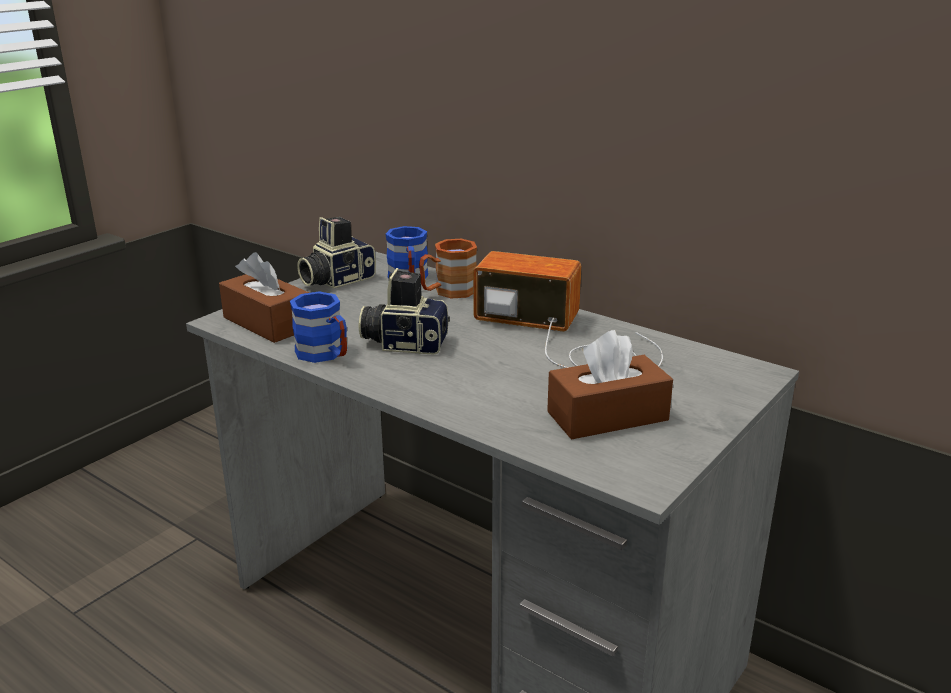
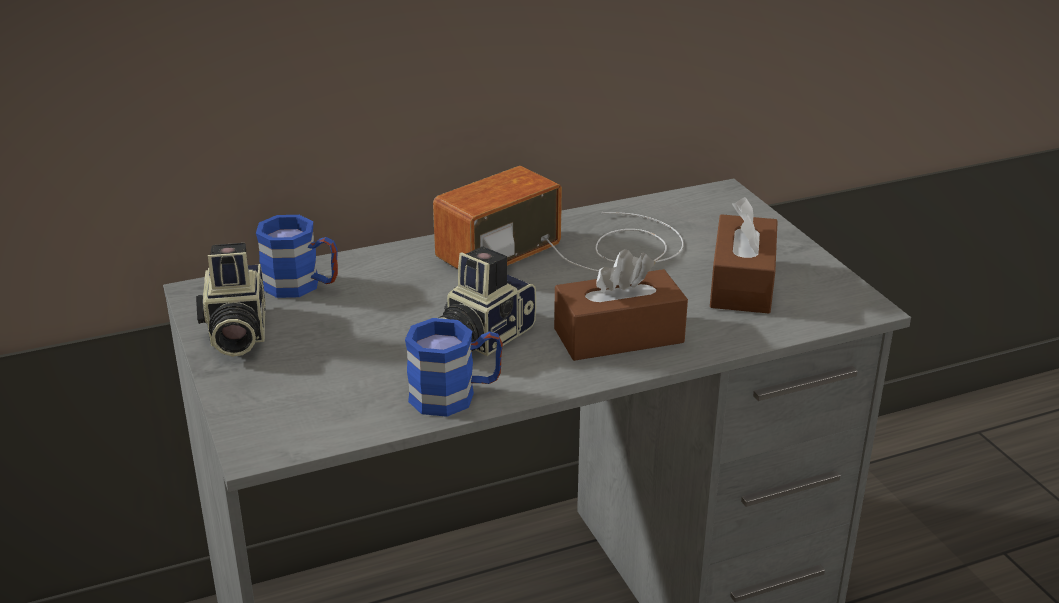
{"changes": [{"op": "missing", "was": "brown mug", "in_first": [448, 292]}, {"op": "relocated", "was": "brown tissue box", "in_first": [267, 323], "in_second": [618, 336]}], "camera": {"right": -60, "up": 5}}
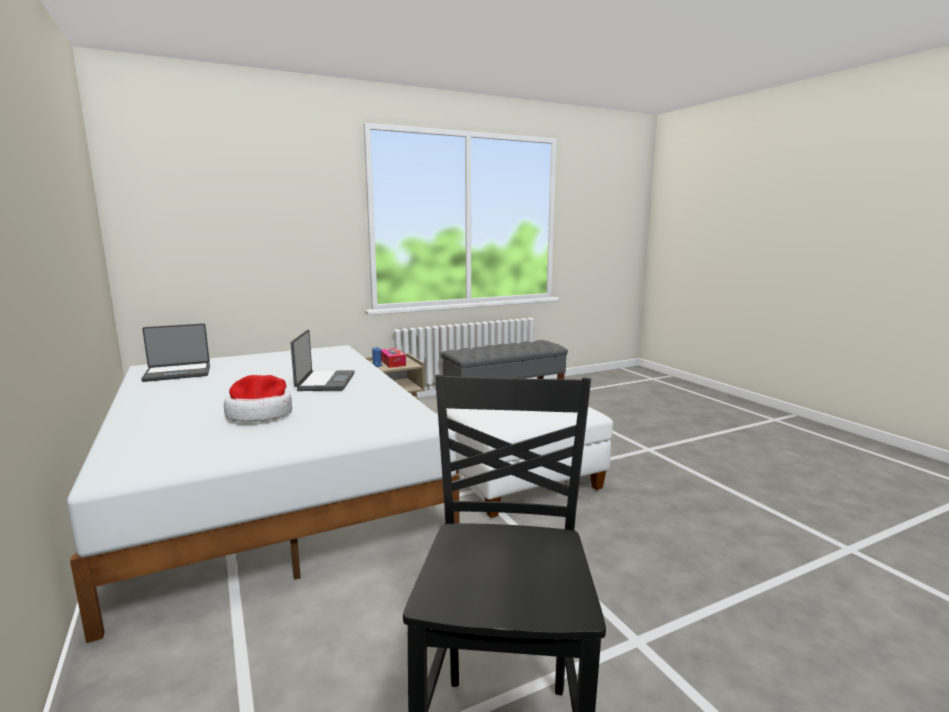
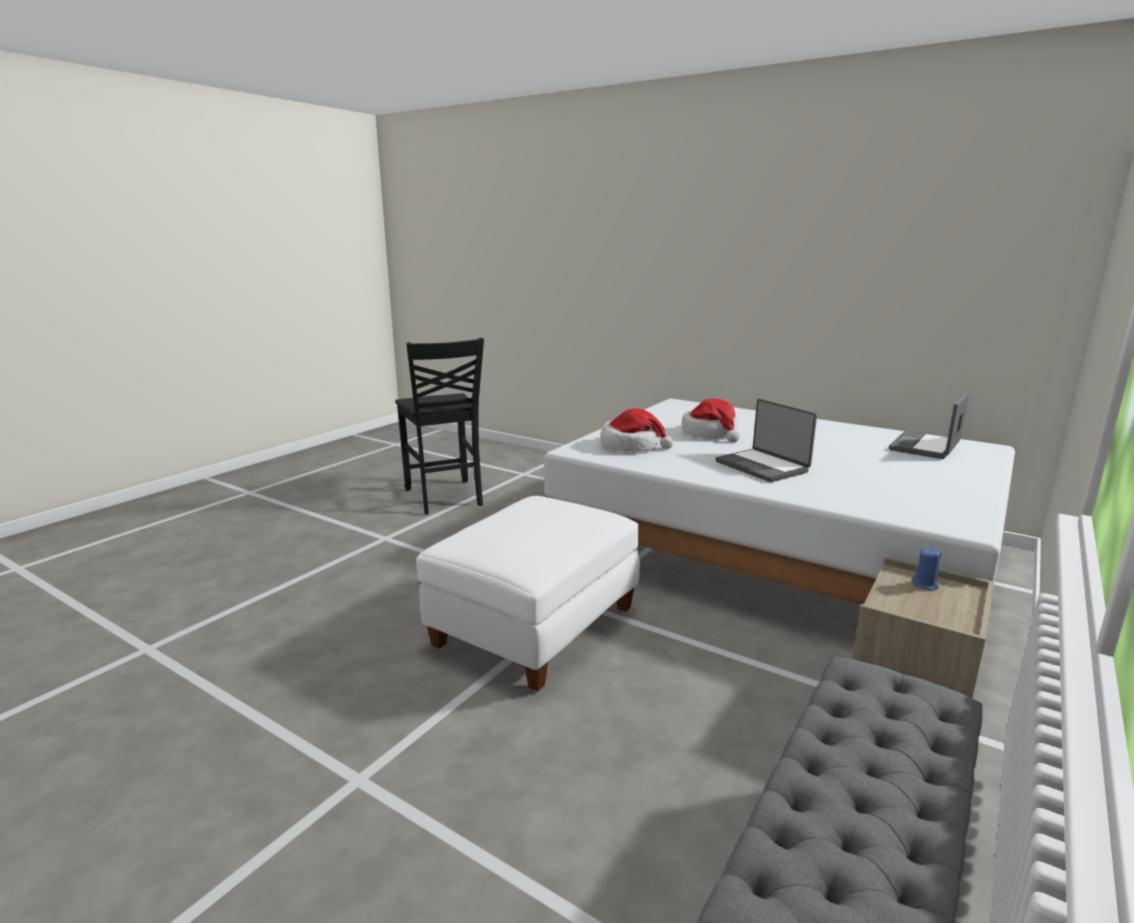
{"changes": [{"op": "missing", "was": "tissue box", "in_first": [392, 363]}, {"op": "appeared", "now": "hat", "in_second": [631, 445]}], "camera": {"right": 150, "up": 5}}
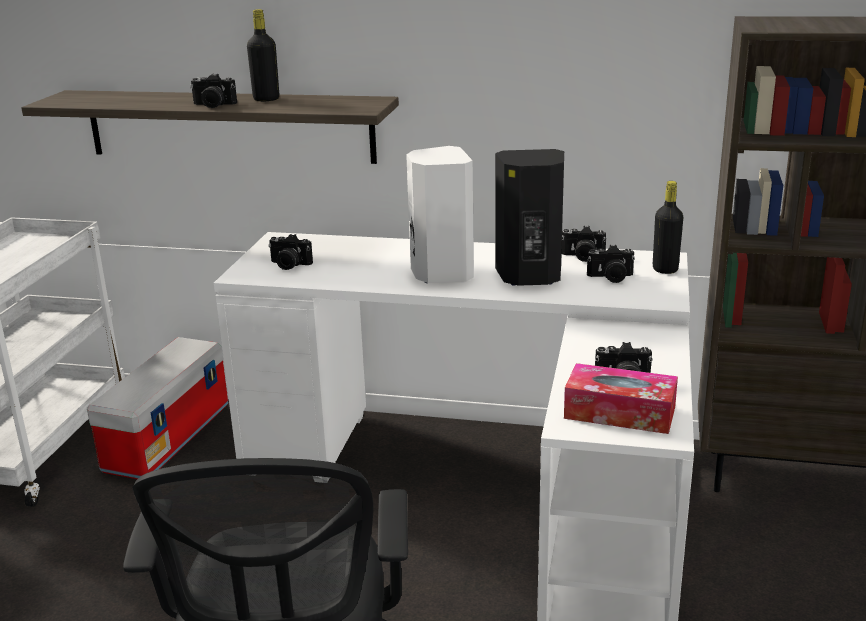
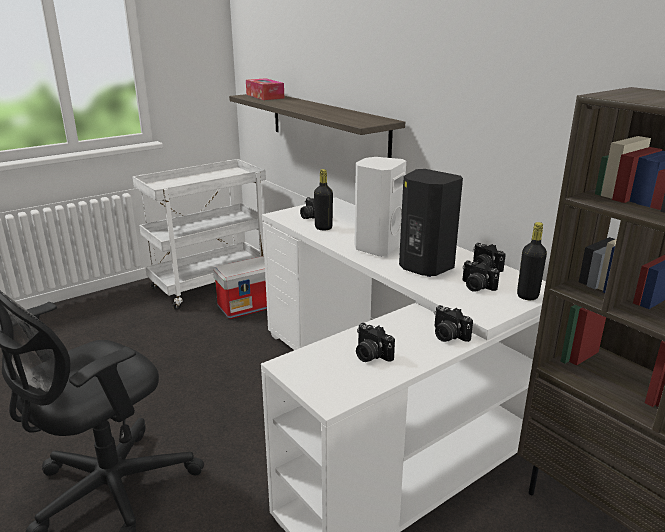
{"changes": [{"op": "relocated", "was": "black bottle", "in_first": [266, 99], "in_second": [323, 228]}, {"op": "relocated", "was": "photo camera", "in_first": [213, 105], "in_second": [448, 336]}, {"op": "relocated", "was": "tissue box", "in_first": [619, 412], "in_second": [265, 96]}], "camera": {"right": 40, "up": 0}}
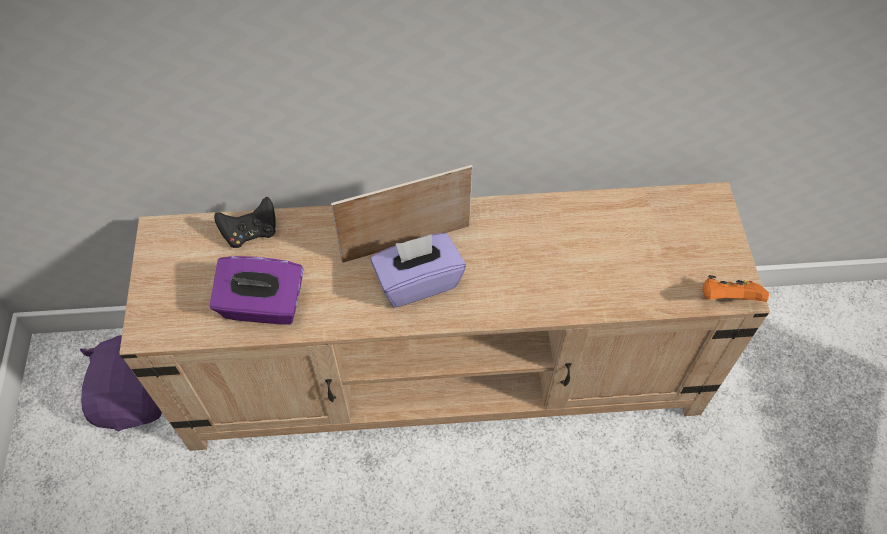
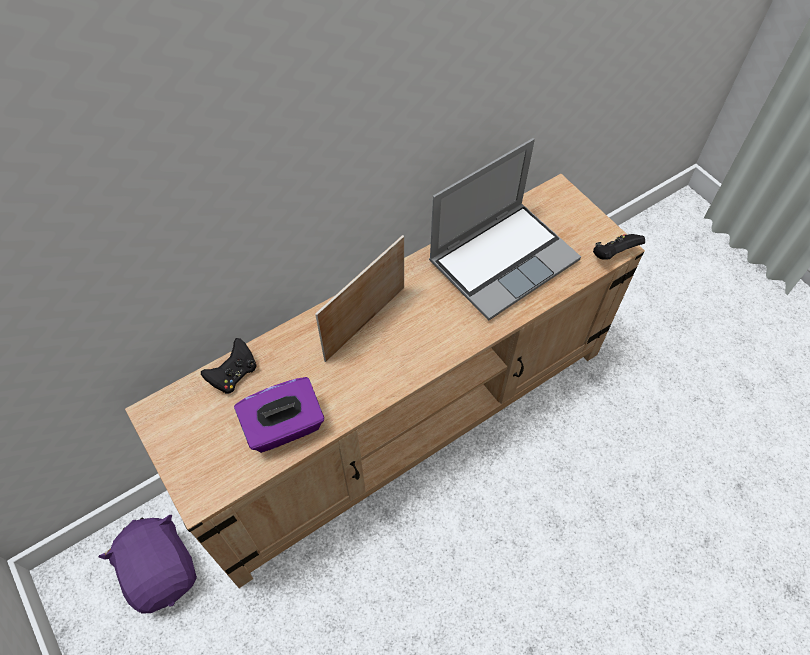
{"changes": [{"op": "missing", "was": "purple tissue box", "in_first": [418, 281]}, {"op": "colour", "was": "orange game controller", "now": "black game controller", "in_first": [727, 299], "in_second": [613, 255]}, {"op": "appeared", "now": "laptop", "in_second": [503, 259]}], "camera": {"right": -30, "up": 0}}
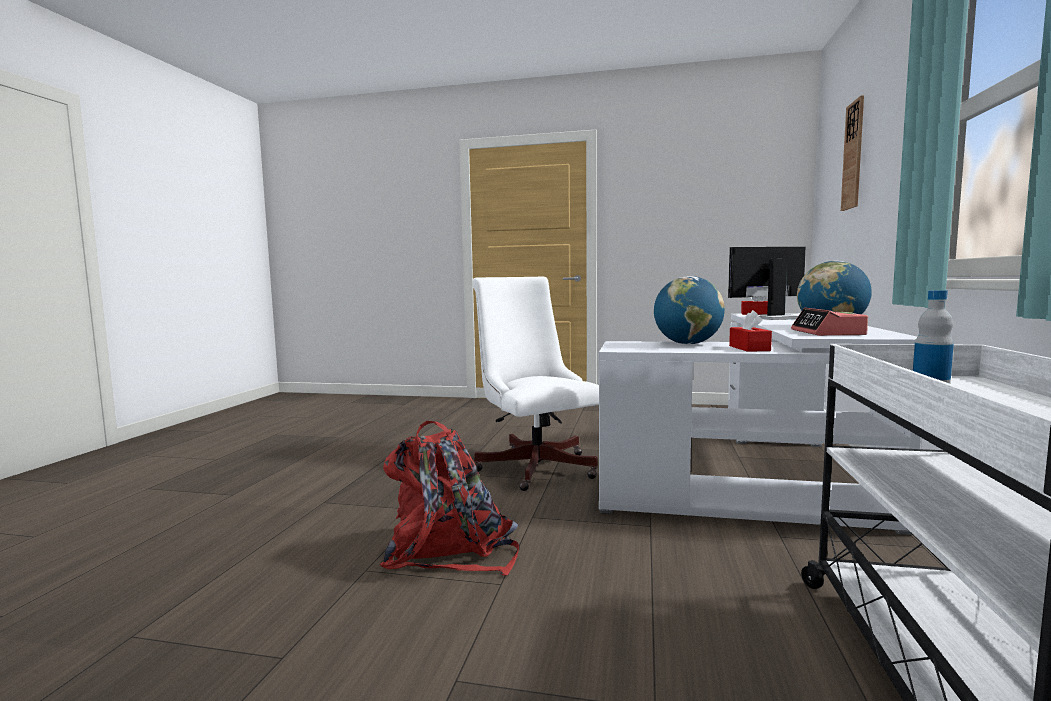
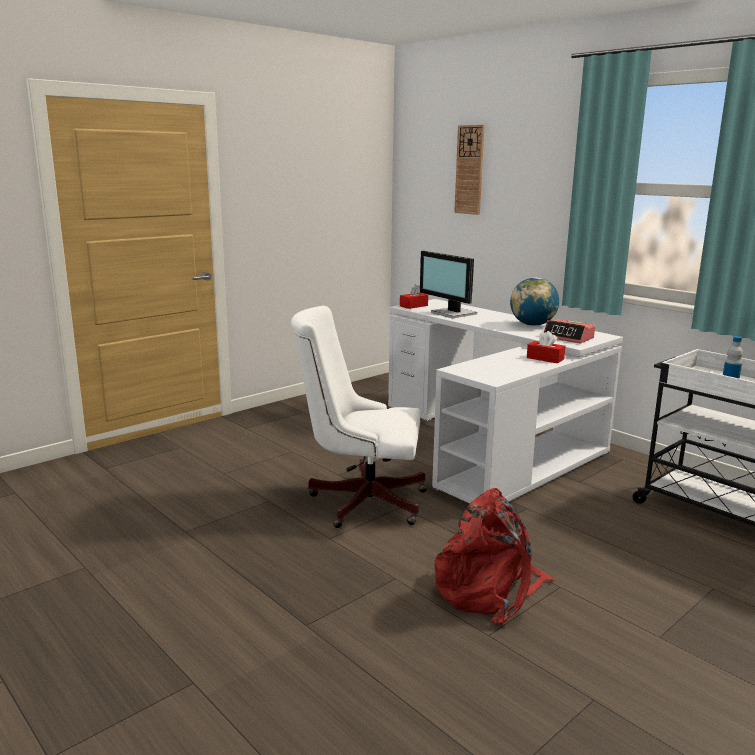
{"changes": [{"op": "spun", "was": "monitor", "in_first": [773, 318], "in_second": [452, 313], "clockwise": -60}, {"op": "missing", "was": "globe", "in_first": [687, 344]}], "camera": {"right": -55, "up": 10}}
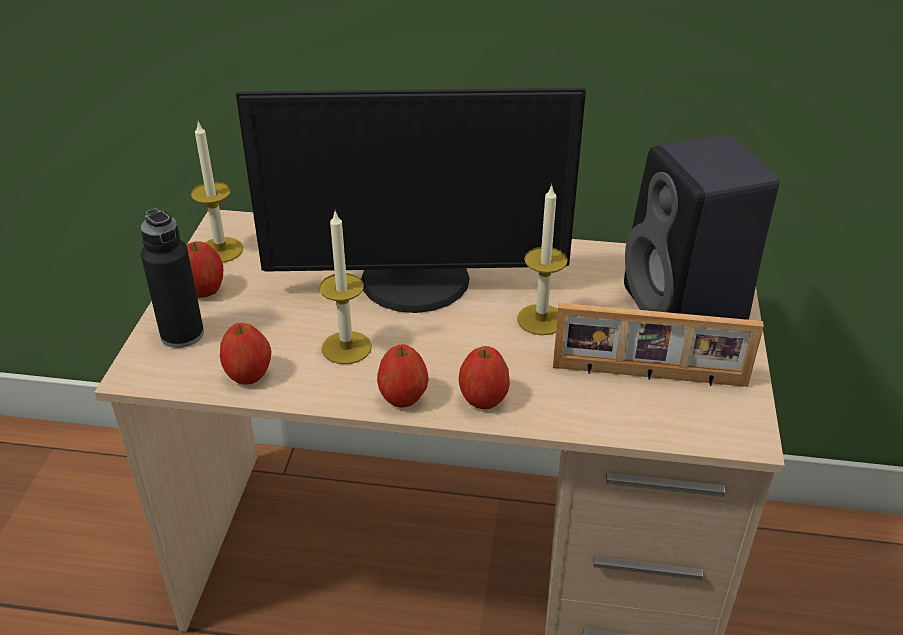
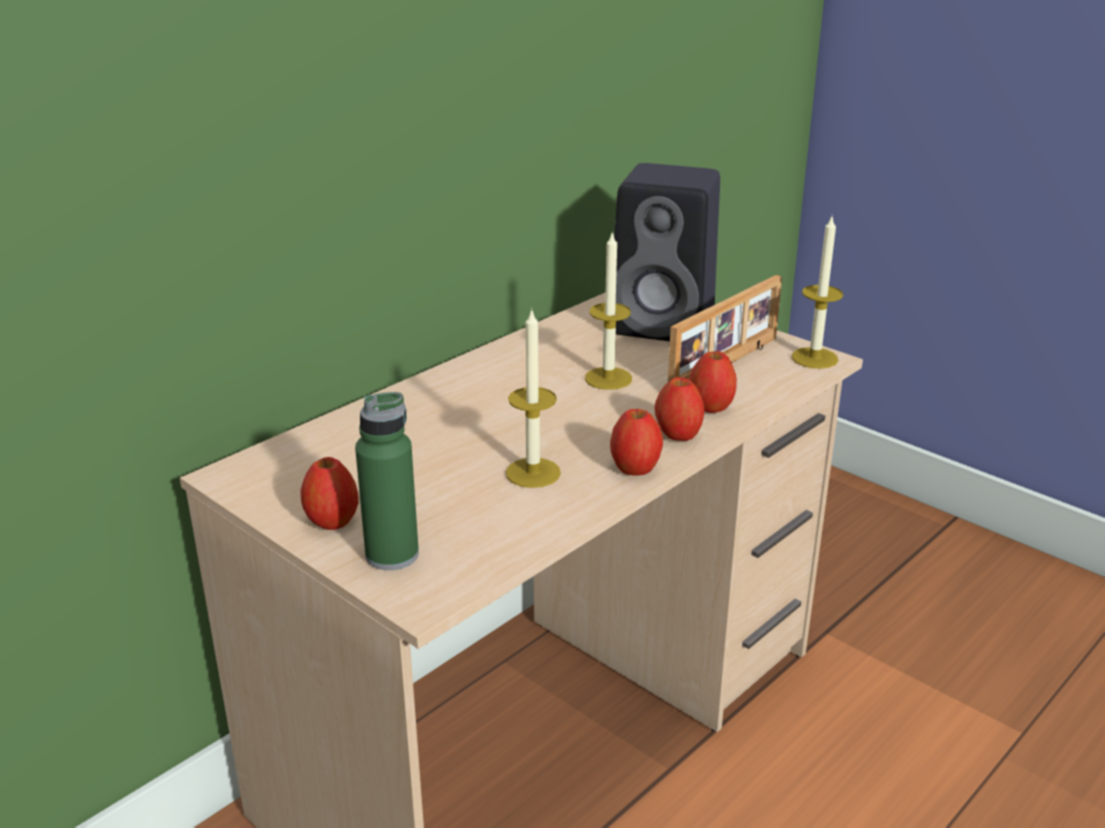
{"changes": [{"op": "missing", "was": "monitor", "in_first": [415, 283]}, {"op": "relocated", "was": "candle", "in_first": [221, 250], "in_second": [814, 358]}, {"op": "colour", "was": "black bottle", "now": "green bottle", "in_first": [182, 334], "in_second": [392, 555]}, {"op": "relocated", "was": "apple", "in_first": [248, 375], "in_second": [711, 406]}], "camera": {"right": -55, "up": -10}}
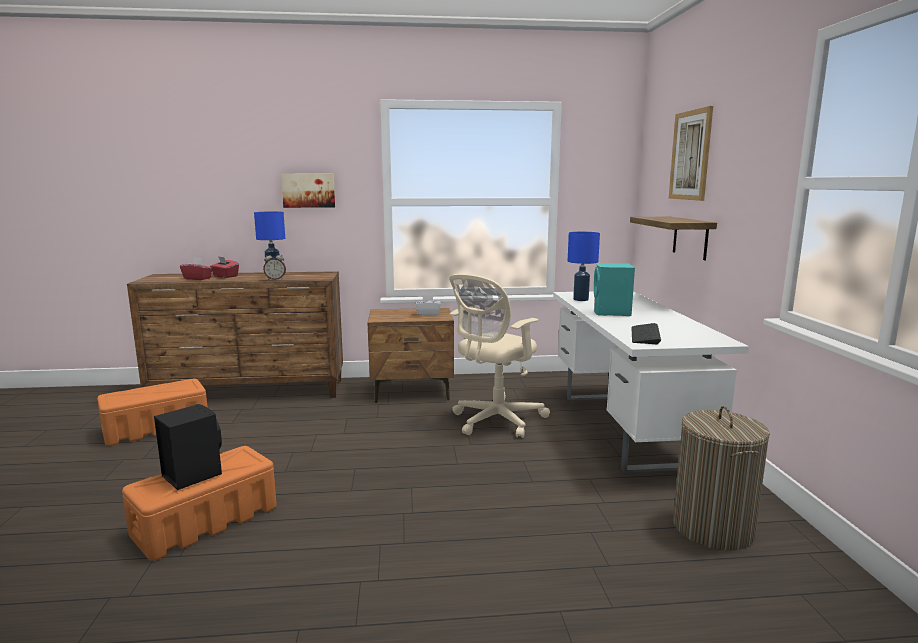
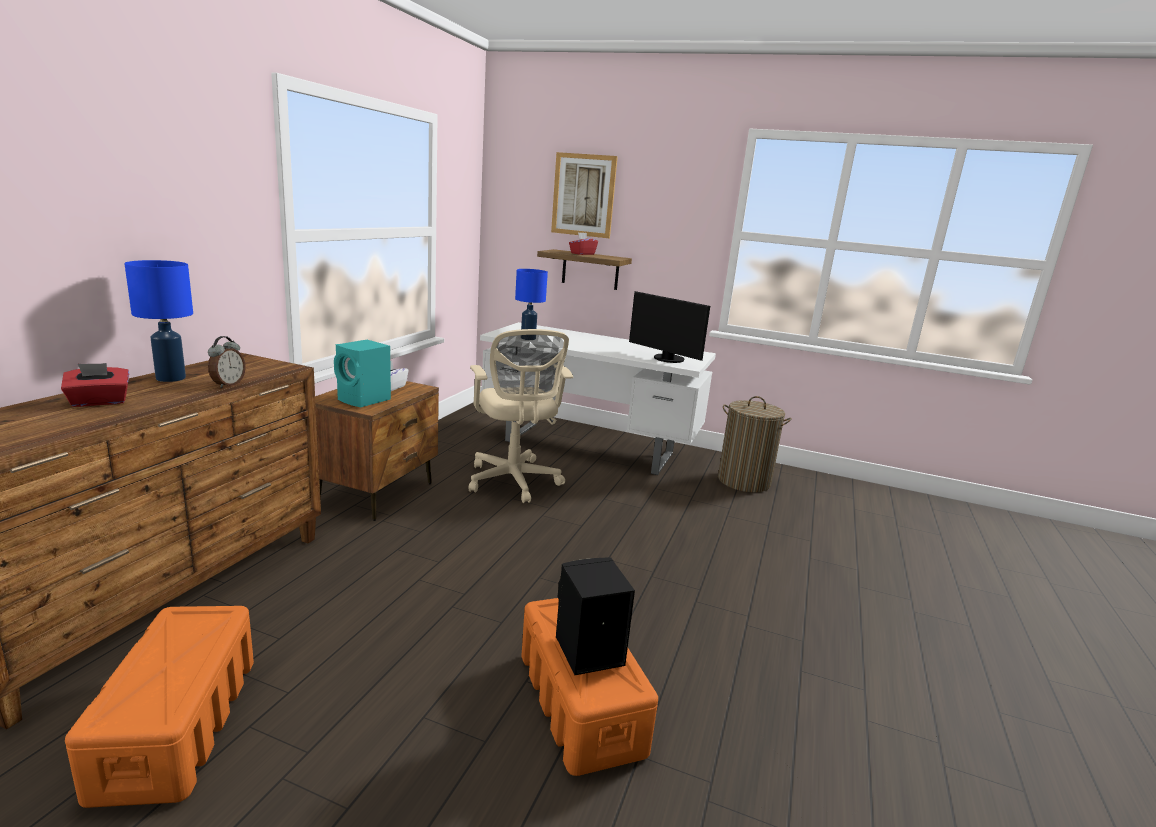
{"changes": [{"op": "missing", "was": "picture", "in_first": [308, 190]}, {"op": "relocated", "was": "red tissue box", "in_first": [197, 278], "in_second": [582, 254]}, {"op": "relocated", "was": "turquoise speaker", "in_first": [612, 313], "in_second": [365, 400]}, {"op": "exchanged", "was": "keyboard", "now": "monitor", "in_first": [645, 335], "in_second": [666, 359]}], "camera": {"right": -65, "up": 5}}
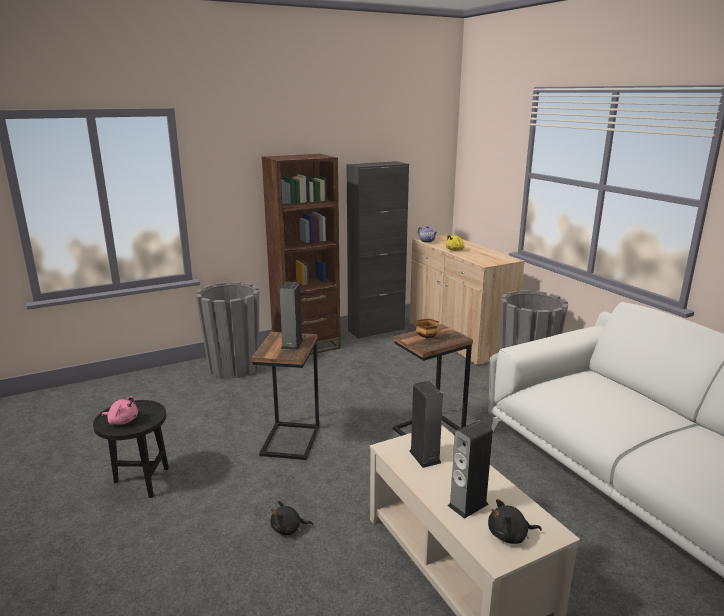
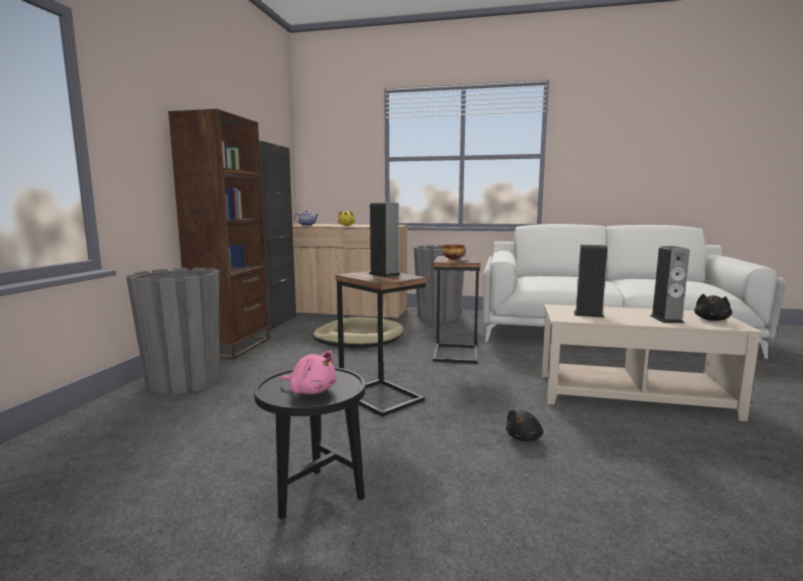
{"changes": [{"op": "spun", "was": "pink plush toy", "in_first": [122, 421], "in_second": [311, 391], "clockwise": 60}, {"op": "appeared", "now": "beige dog bed", "in_second": [358, 337]}], "camera": {"right": -50, "up": -10}}
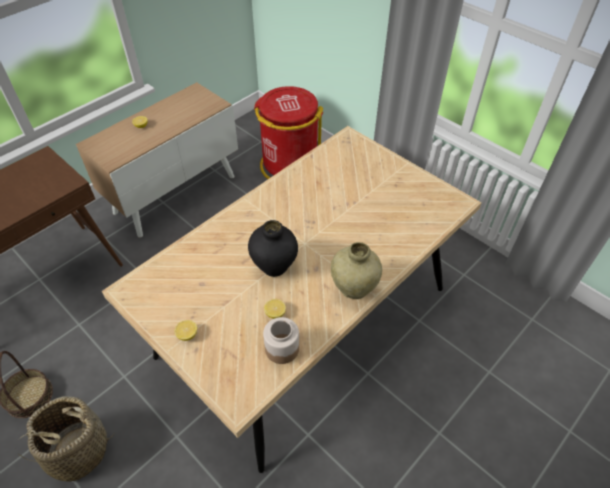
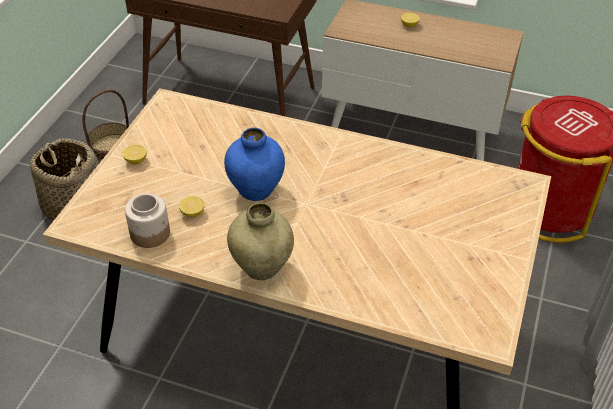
{"changes": [{"op": "colour", "was": "black vase", "now": "blue vase", "in_first": [274, 266], "in_second": [256, 190]}], "camera": {"right": 65, "up": -5}}
